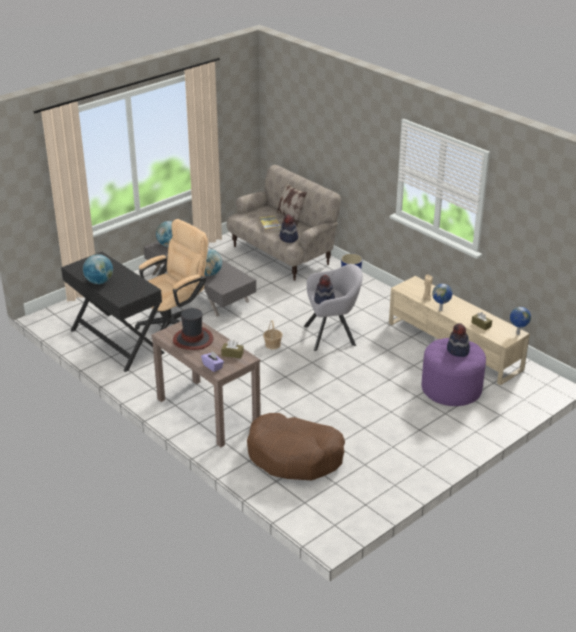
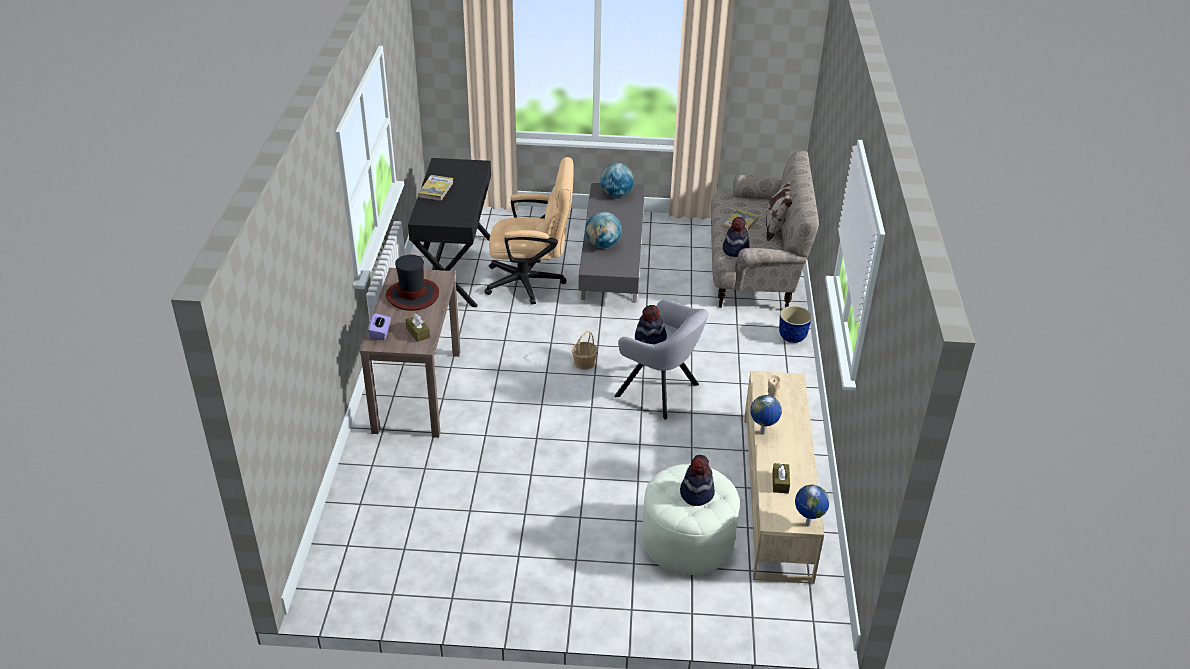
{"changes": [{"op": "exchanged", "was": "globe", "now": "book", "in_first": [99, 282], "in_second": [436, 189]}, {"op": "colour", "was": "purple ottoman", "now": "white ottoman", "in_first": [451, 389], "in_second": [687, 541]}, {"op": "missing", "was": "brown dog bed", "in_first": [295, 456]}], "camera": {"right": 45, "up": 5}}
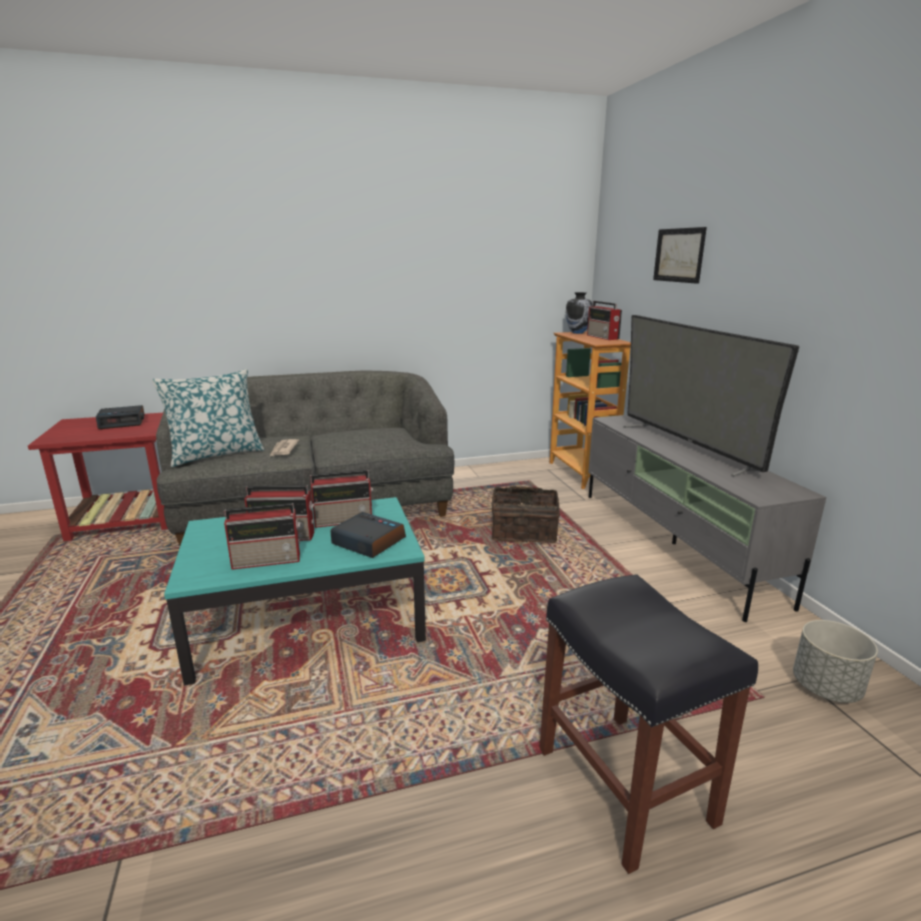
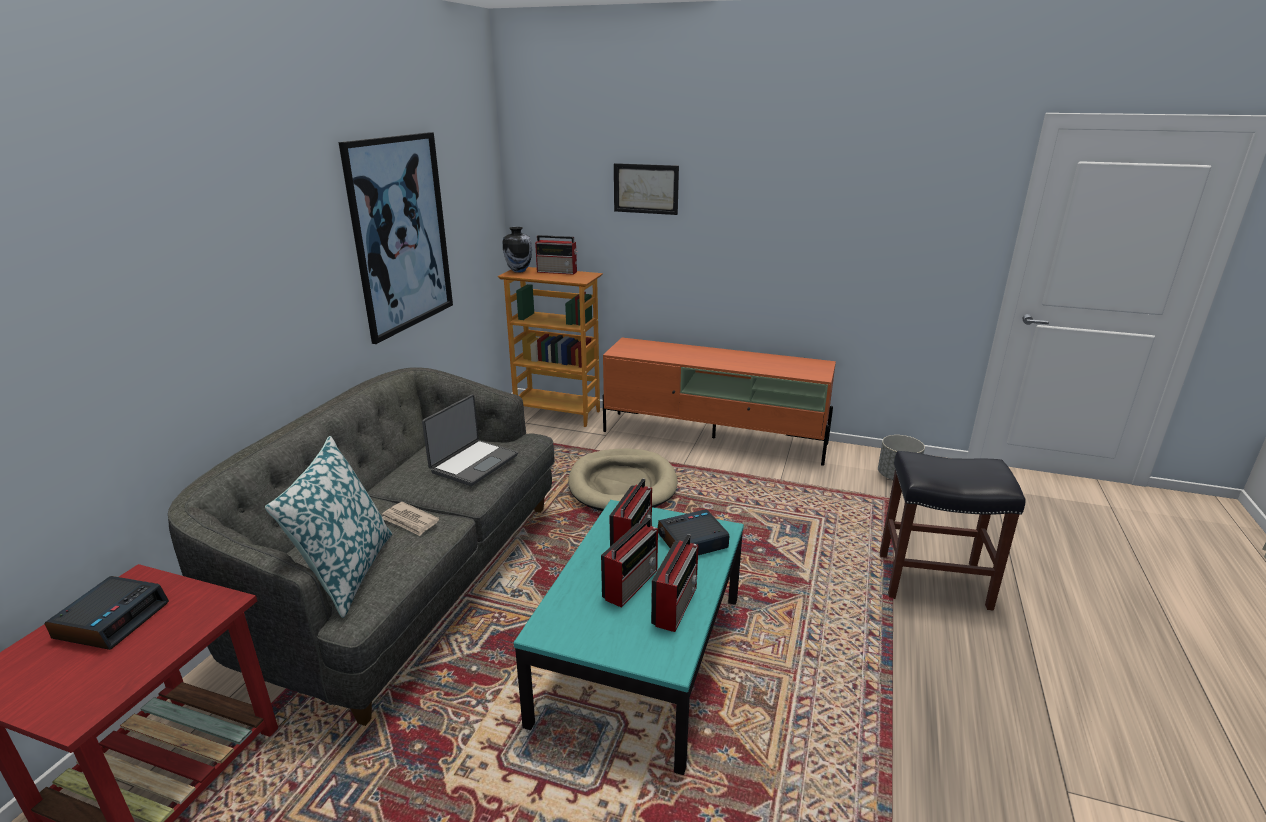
{"changes": [{"op": "missing", "was": "television", "in_first": [686, 446]}, {"op": "colour", "was": "grey tv stand", "now": "orange tv stand", "in_first": [674, 544], "in_second": [714, 438]}, {"op": "exchanged", "was": "basket", "now": "beige dog bed", "in_first": [524, 532], "in_second": [622, 485]}, {"op": "appeared", "now": "picture", "in_second": [401, 234]}, {"op": "appeared", "now": "laptop", "in_second": [473, 463]}], "camera": {"right": -55, "up": 5}}
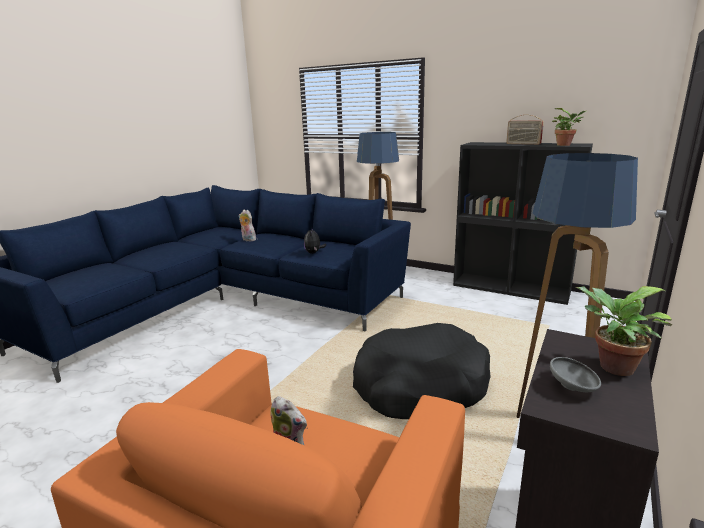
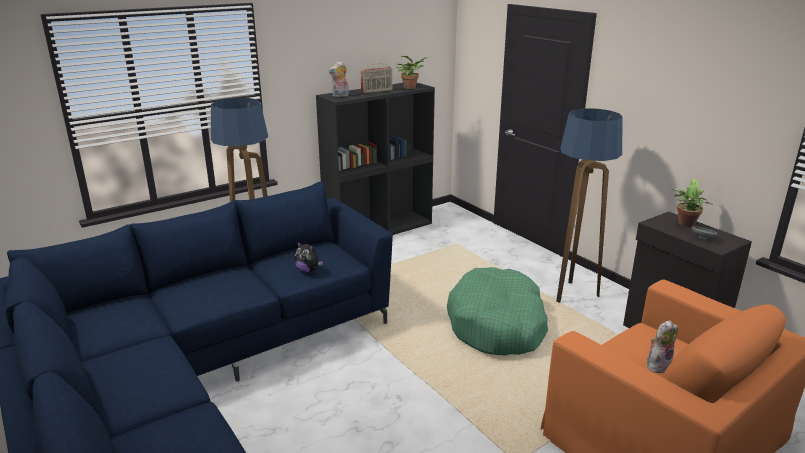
{"changes": [{"op": "relocated", "was": "plush toy", "in_first": [247, 240], "in_second": [340, 96]}, {"op": "colour", "was": "black dog bed", "now": "green dog bed", "in_first": [420, 385], "in_second": [497, 325]}], "camera": {"right": -65, "up": 5}}
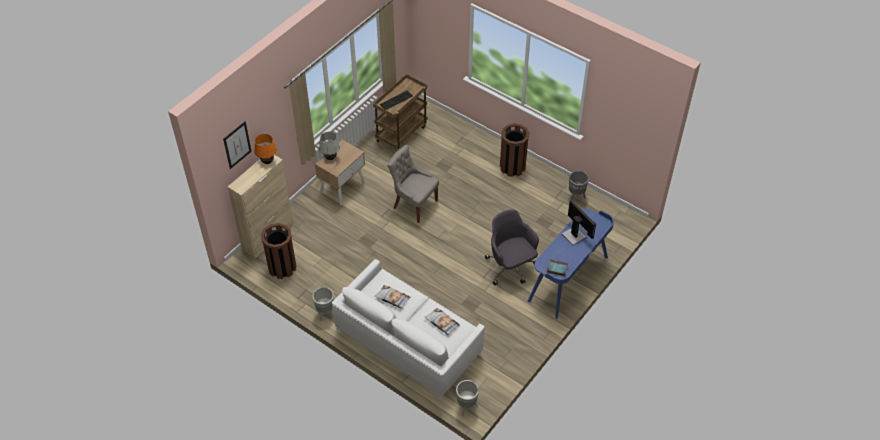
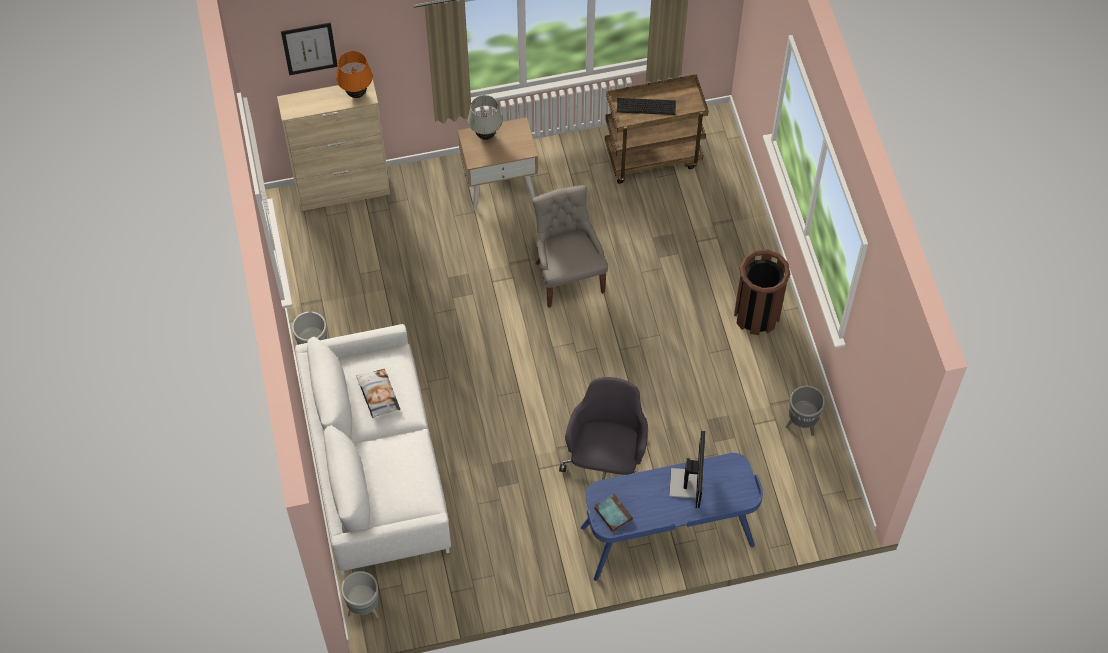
{"changes": [{"op": "missing", "was": "brown trash can", "in_first": [282, 267]}, {"op": "missing", "was": "pillow", "in_first": [442, 323]}], "camera": {"right": 40, "up": 10}}
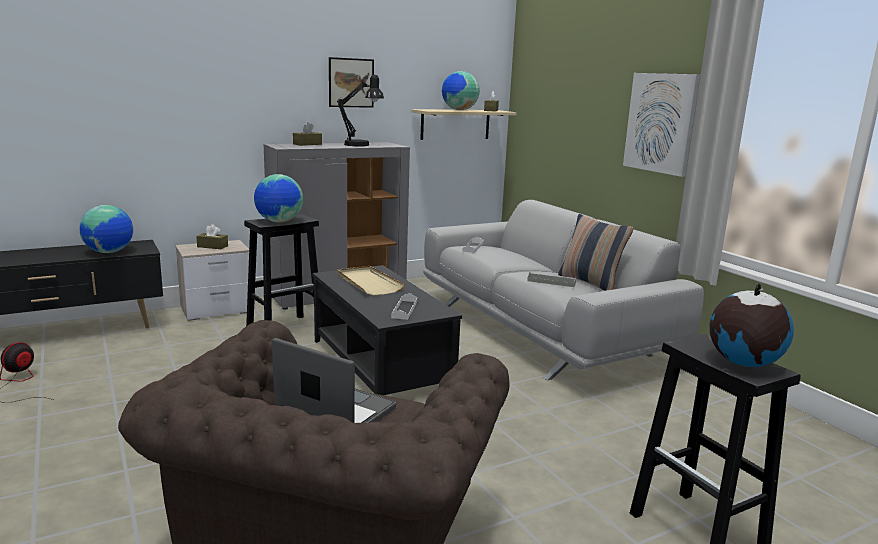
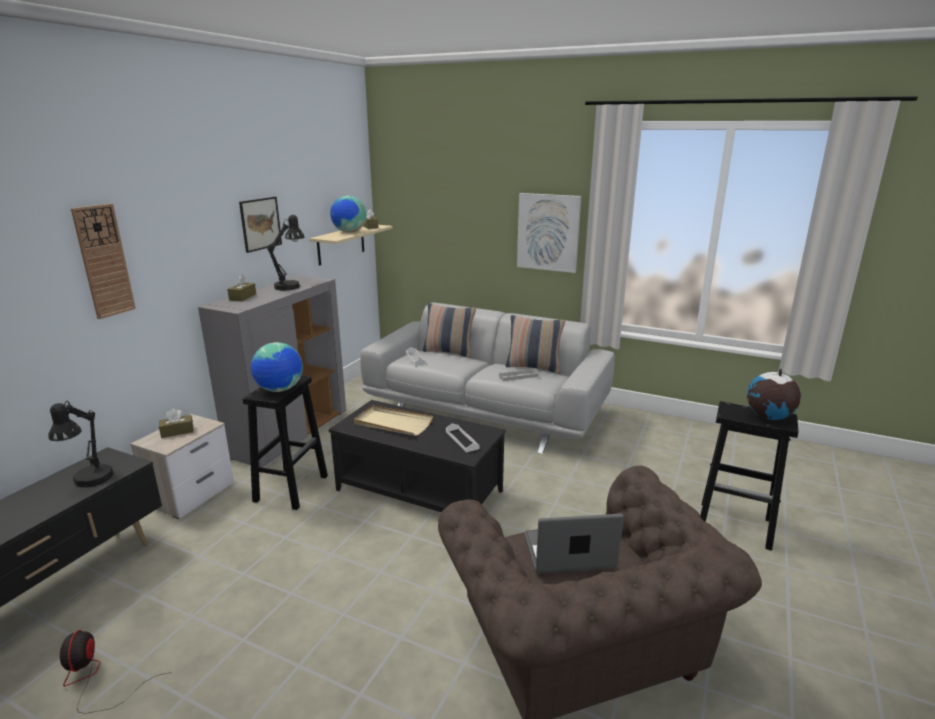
{"changes": [{"op": "exchanged", "was": "globe", "now": "black table lamp", "in_first": [109, 252], "in_second": [90, 482]}, {"op": "appeared", "now": "wall clock", "in_second": [104, 261]}, {"op": "appeared", "now": "pillow", "in_second": [449, 352]}], "camera": {"right": -35, "up": 5}}
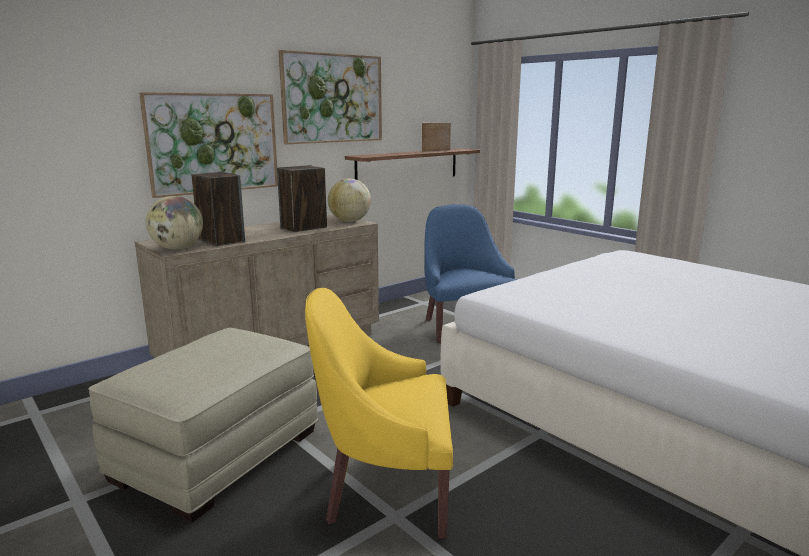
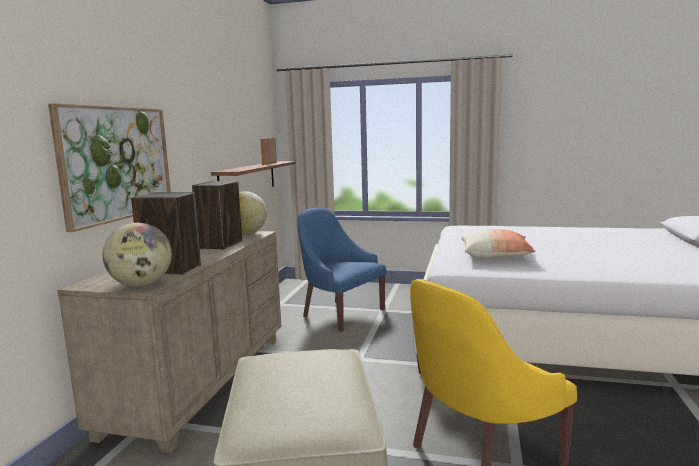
{"changes": [{"op": "missing", "was": "picture", "in_first": [332, 98]}, {"op": "appeared", "now": "pillow", "in_second": [495, 256]}], "camera": {"right": -35, "up": -5}}
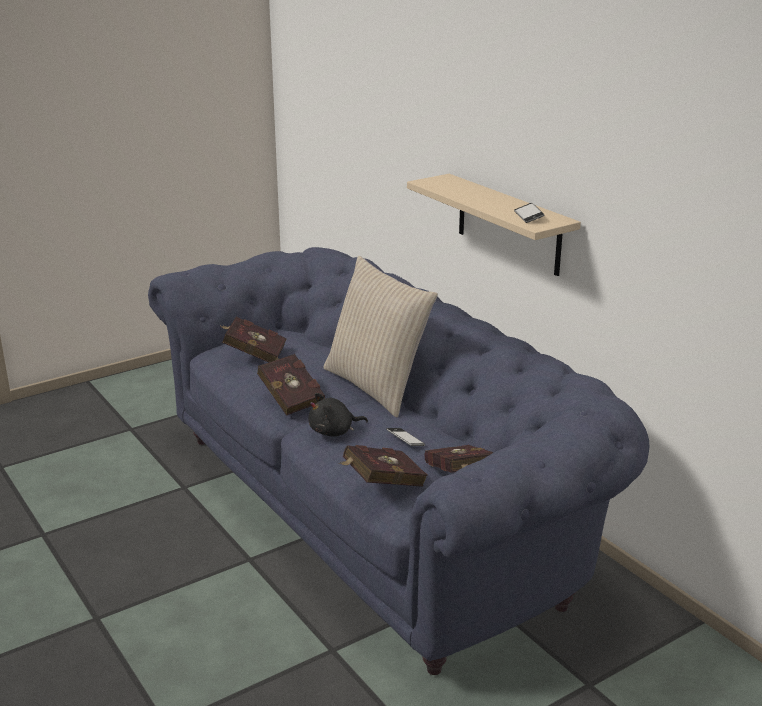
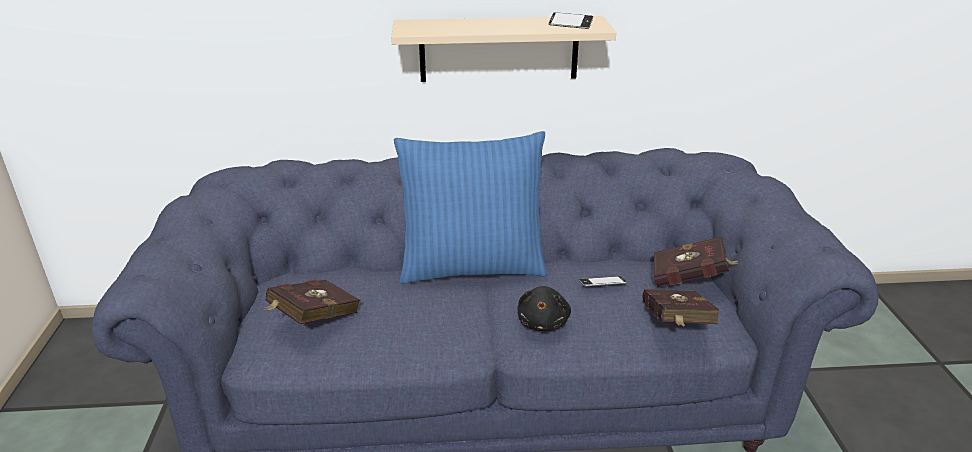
{"changes": [{"op": "colour", "was": "beige pillow", "now": "blue pillow", "in_first": [377, 386], "in_second": [472, 266]}, {"op": "missing", "was": "red book", "in_first": [290, 398]}], "camera": {"right": -60, "up": 5}}
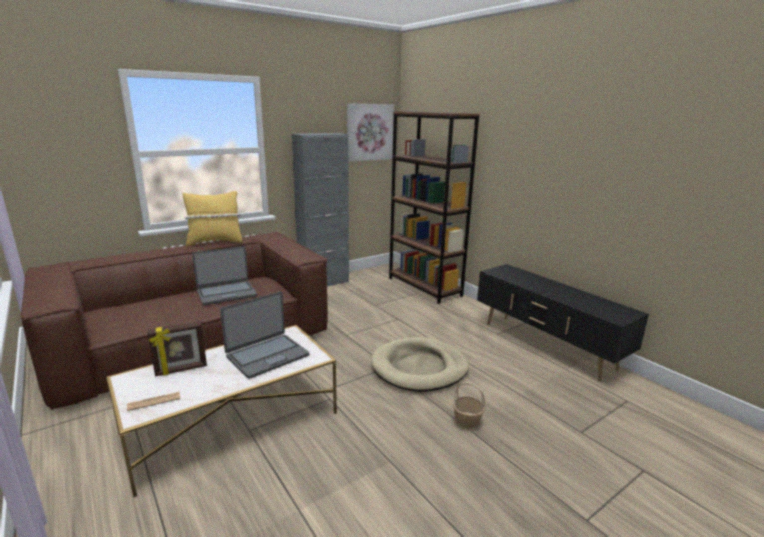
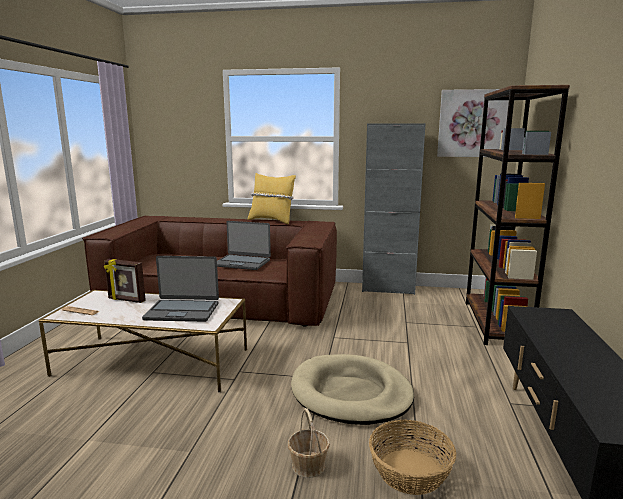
{"changes": [{"op": "appeared", "now": "basket", "in_second": [409, 471]}], "camera": {"right": 45, "up": -5}}
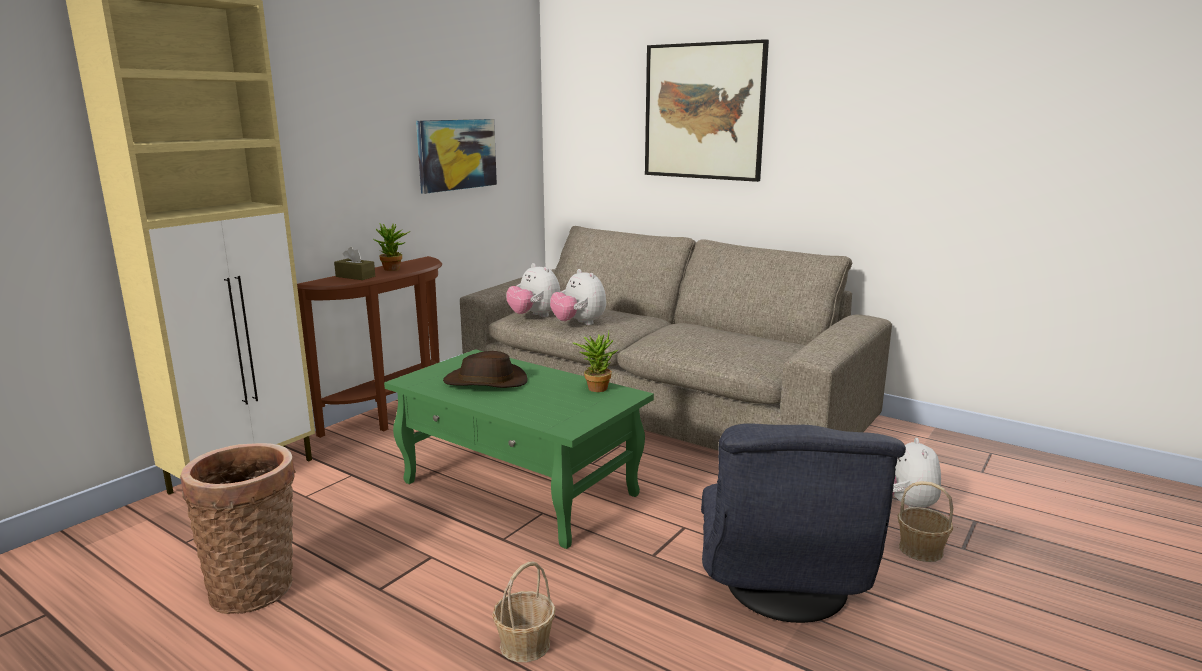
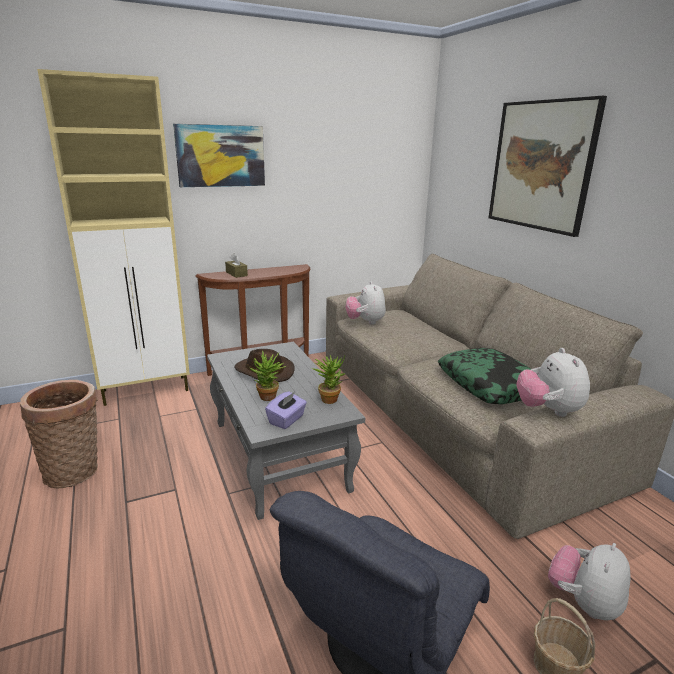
{"changes": [{"op": "relocated", "was": "picture", "in_first": [457, 154], "in_second": [221, 156]}, {"op": "relocated", "was": "potted plant", "in_first": [394, 269], "in_second": [268, 398]}, {"op": "relocated", "was": "plush toy", "in_first": [579, 324], "in_second": [548, 410]}, {"op": "colour", "was": "green coffee table", "now": "grey coffee table", "in_first": [521, 488], "in_second": [279, 455]}, {"op": "missing", "was": "basket", "in_first": [524, 644]}, {"op": "appeared", "now": "pillow", "in_second": [489, 385]}, {"op": "appeared", "now": "purple tissue box", "in_second": [287, 420]}], "camera": {"right": 30, "up": 5}}
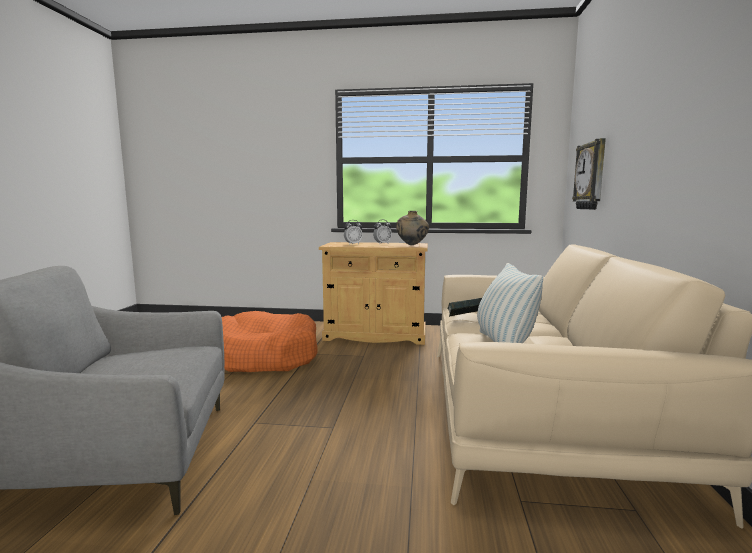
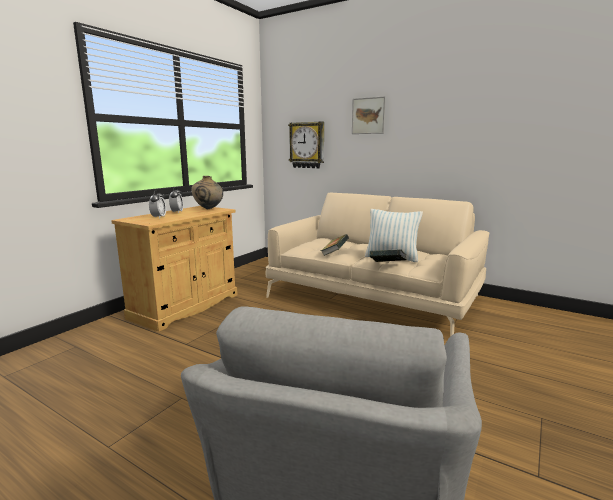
{"changes": [{"op": "missing", "was": "orange dog bed", "in_first": [262, 357]}, {"op": "appeared", "now": "picture", "in_second": [368, 116]}, {"op": "appeared", "now": "book", "in_second": [387, 265]}], "camera": {"right": -65, "up": 5}}
